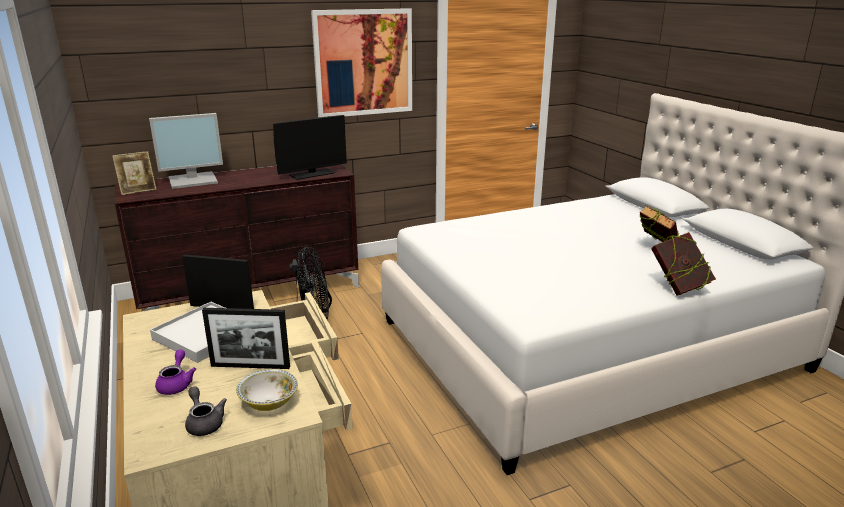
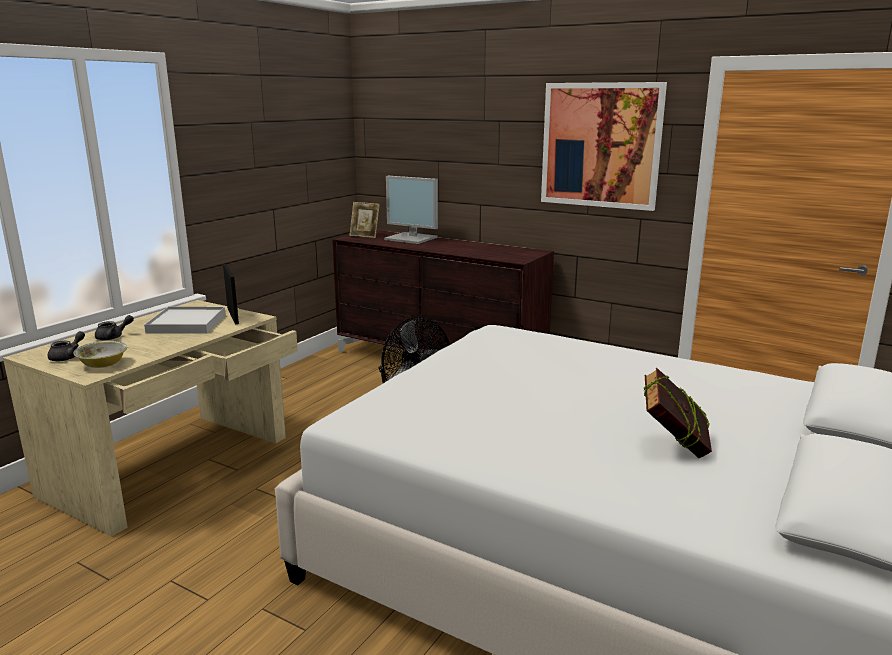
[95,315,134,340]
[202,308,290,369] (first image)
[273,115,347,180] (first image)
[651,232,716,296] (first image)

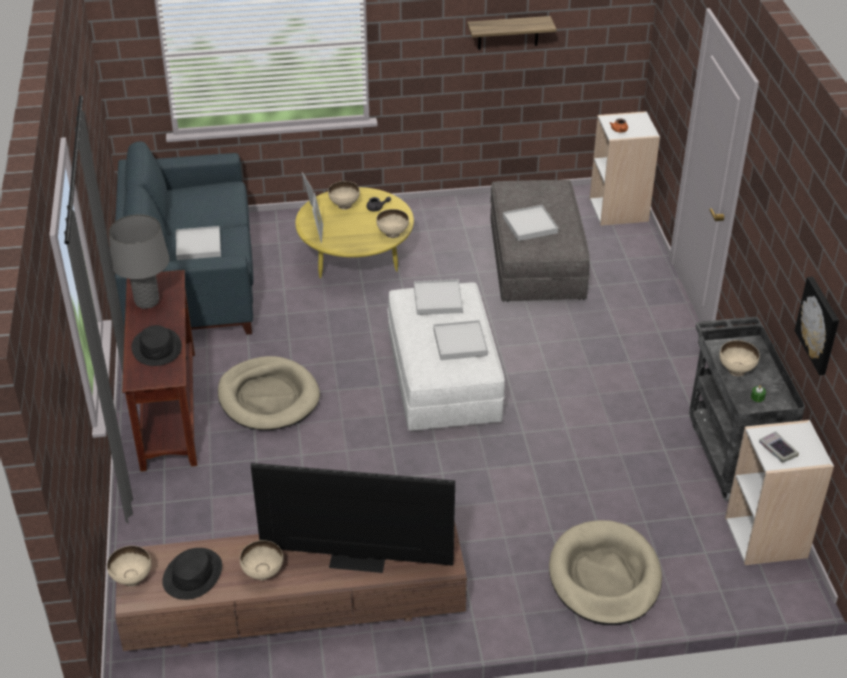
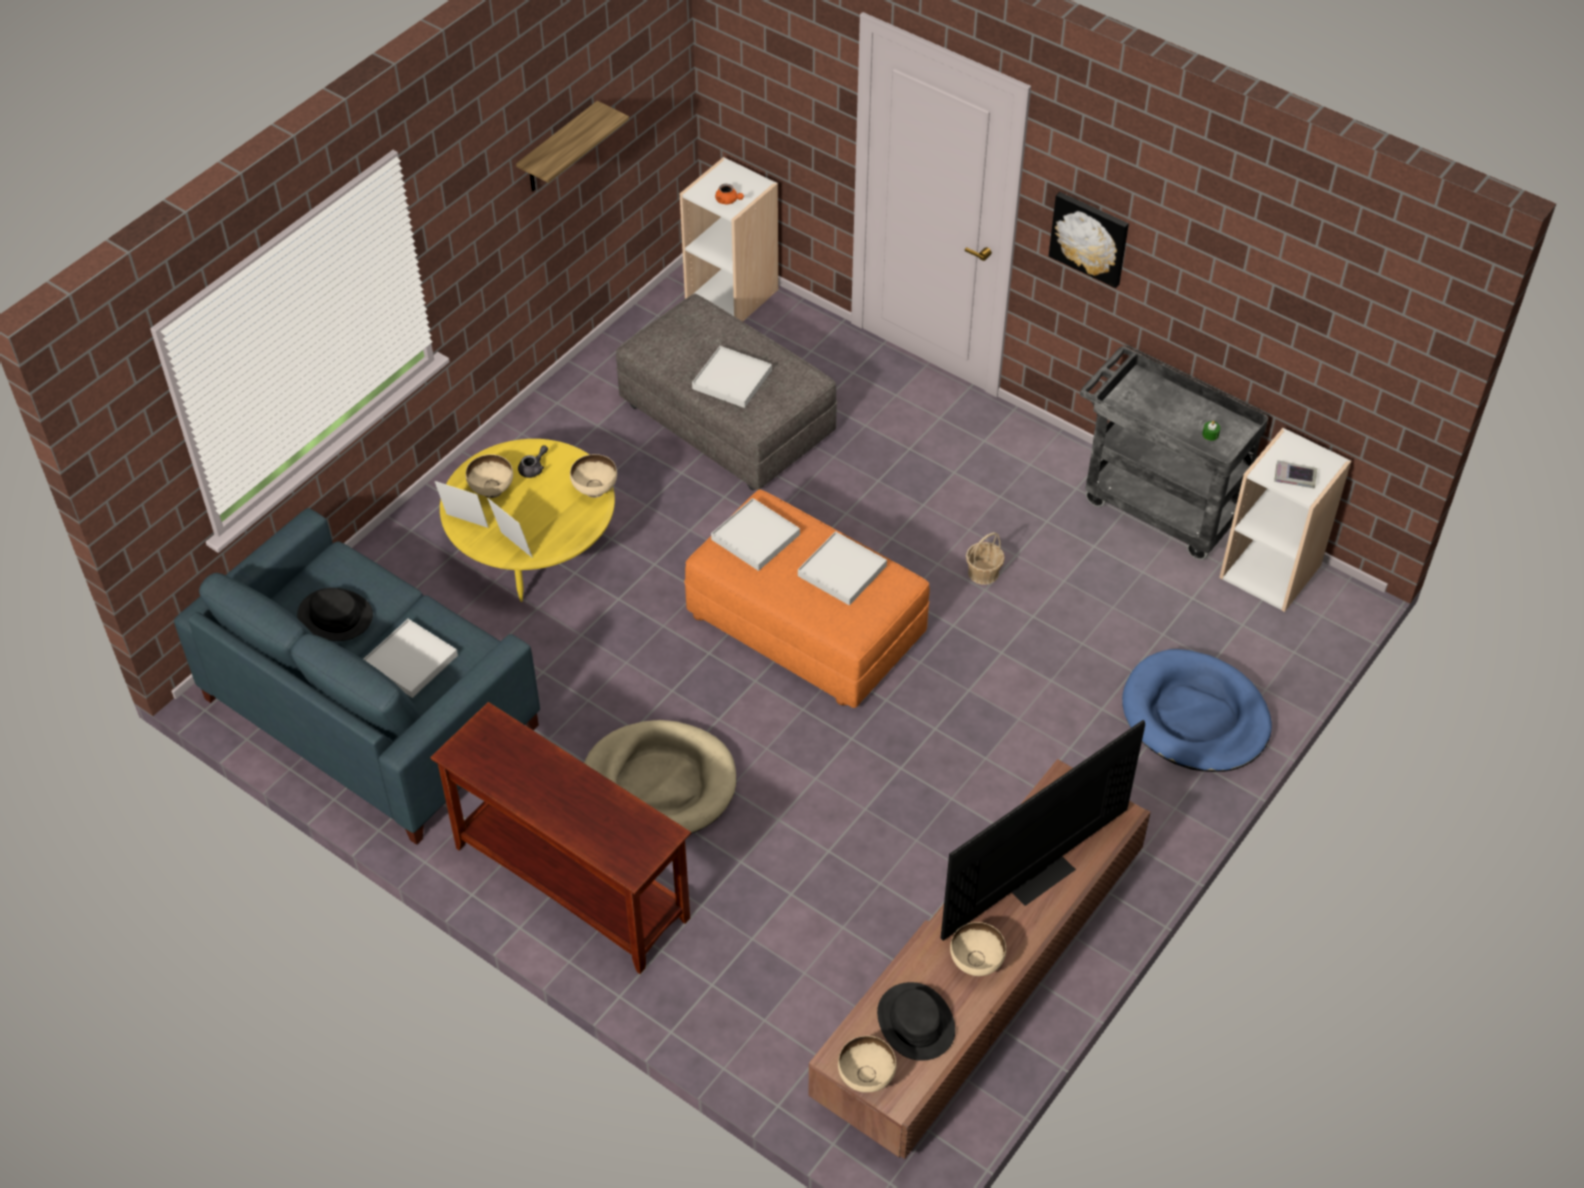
[109,214,170,309] (first image)
[297,588,373,641]
[684,490,930,708]
[1122,649,1272,772]
[720,340,760,376] (first image)
[1049,192,1129,288]
[966,532,1005,585]

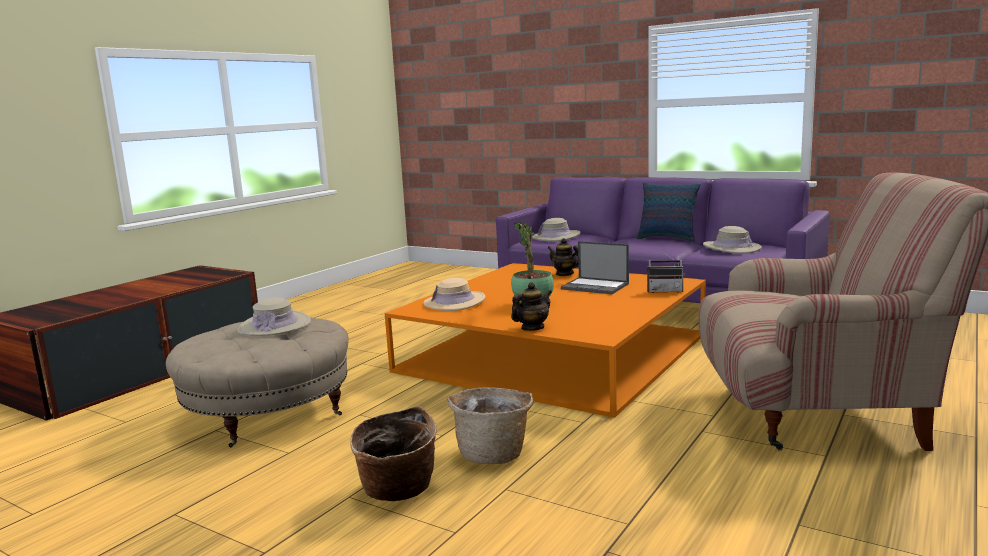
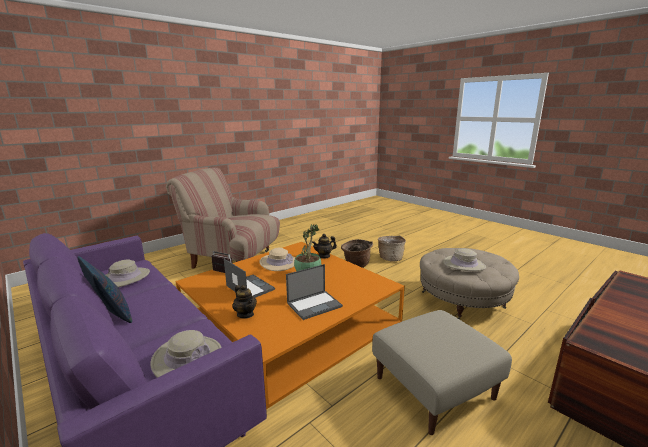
[260,248,295,271]
[286,264,343,320]
[372,310,512,435]

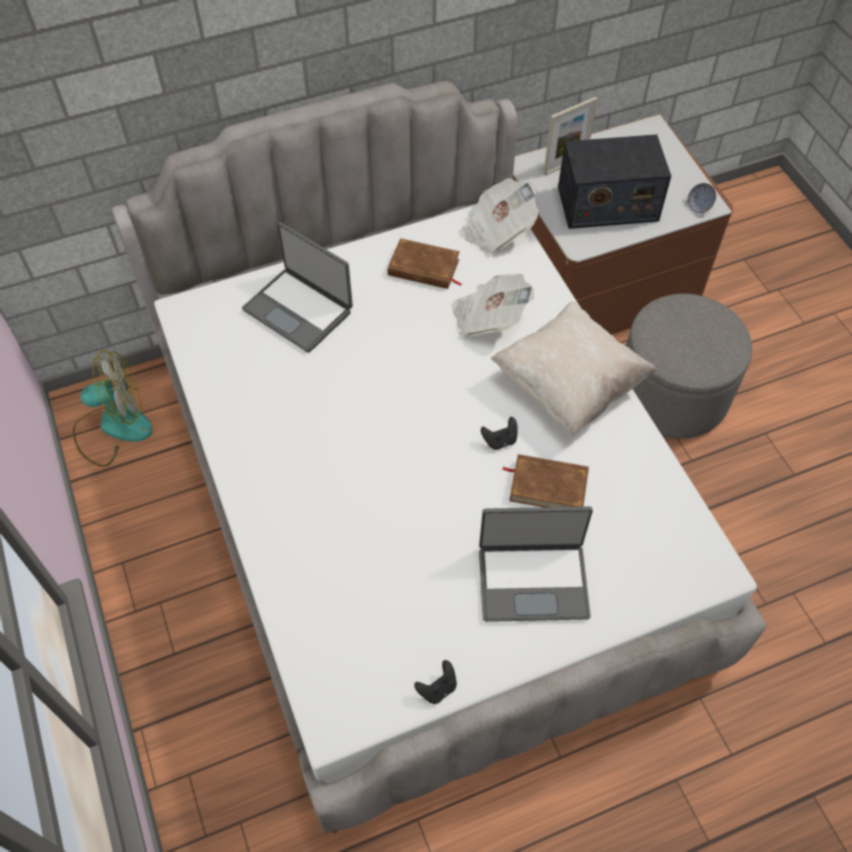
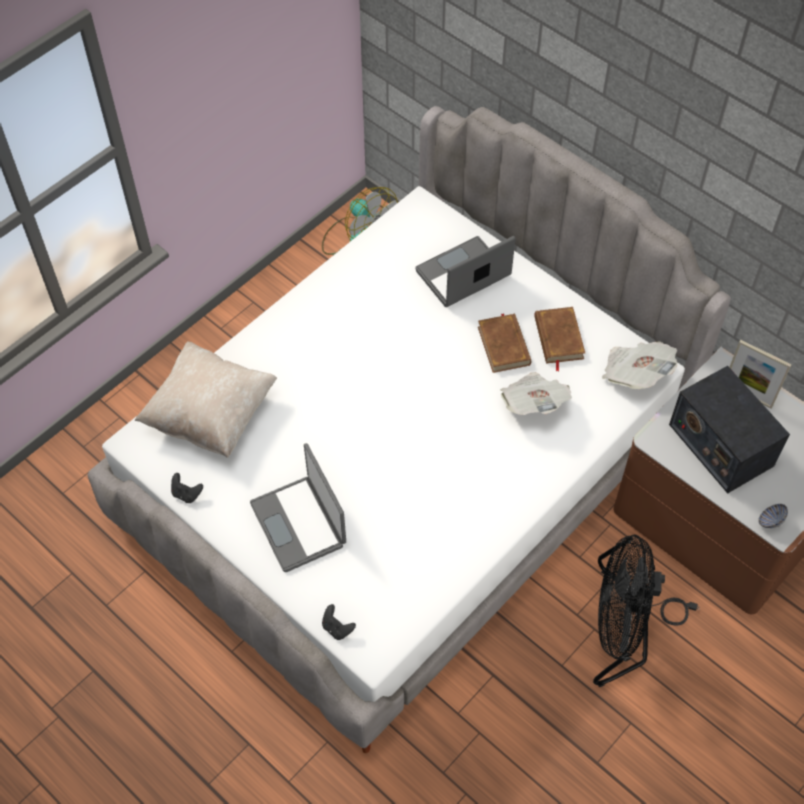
[415,236,516,307]
[322,604,356,640]
[135,341,277,458]
[478,313,531,373]
[593,535,700,687]

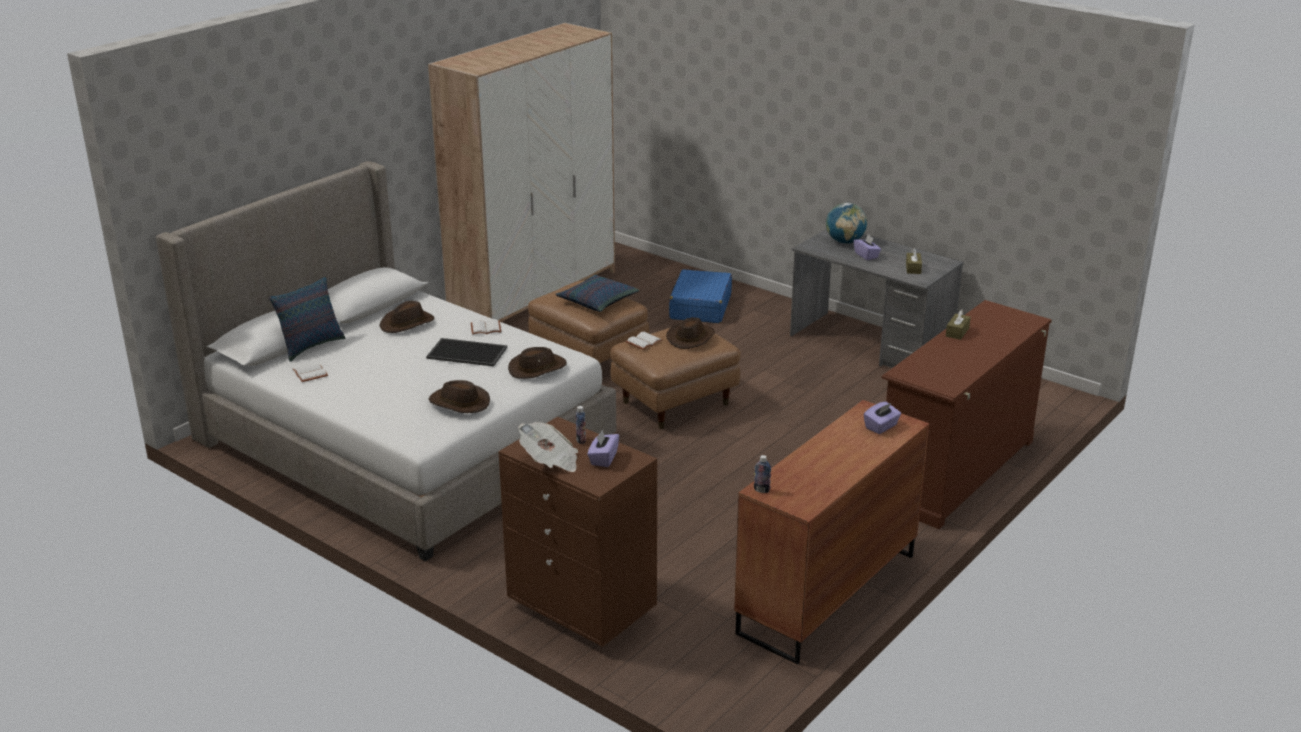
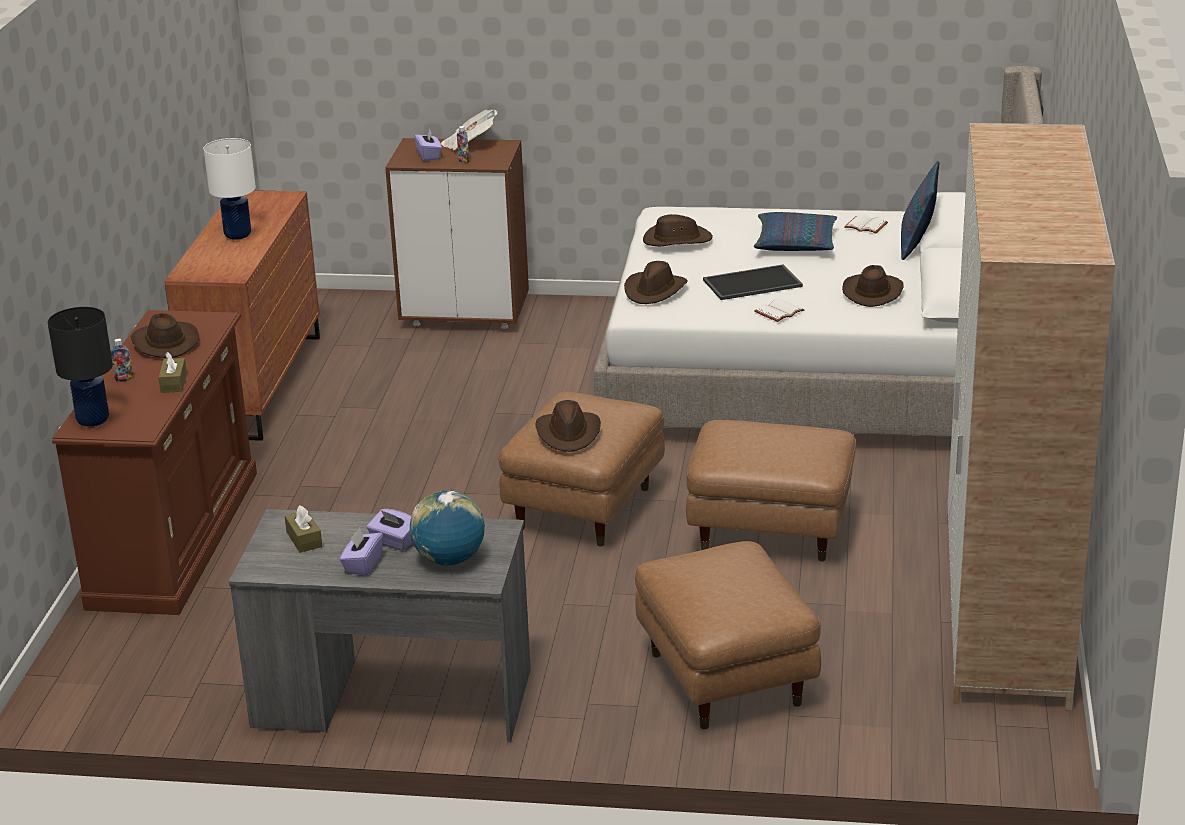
[754,212,837,251]
[625,332,663,350] (first image)
[635,541,821,729]
[111,339,133,382]
[340,528,383,576]
[48,307,113,427]
[131,313,199,358]
[203,138,256,240]

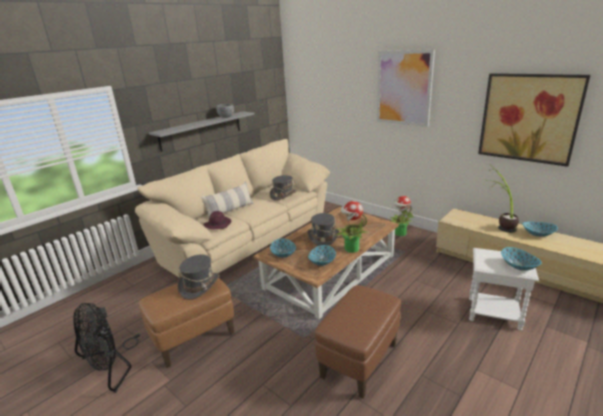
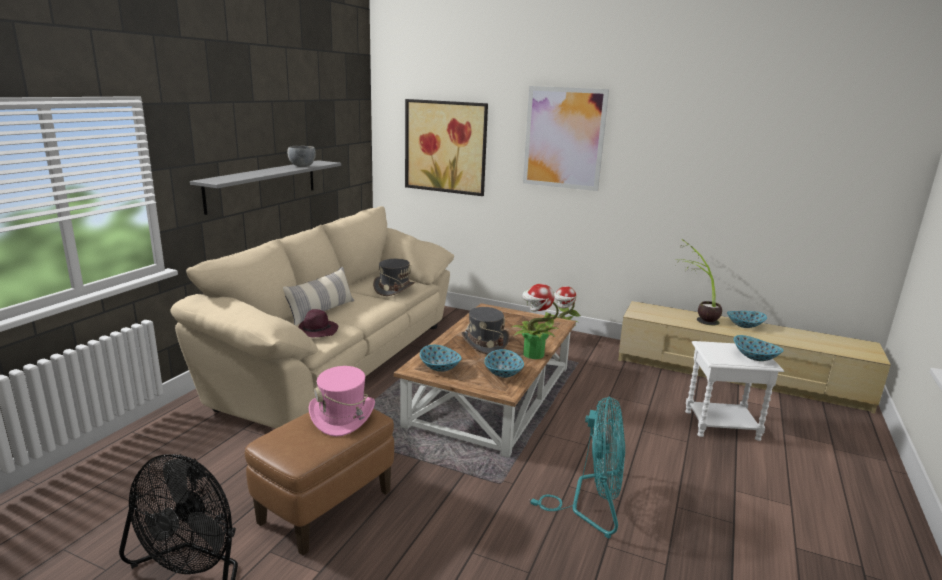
[309,366,375,437]
[529,396,625,539]
[405,99,488,196]

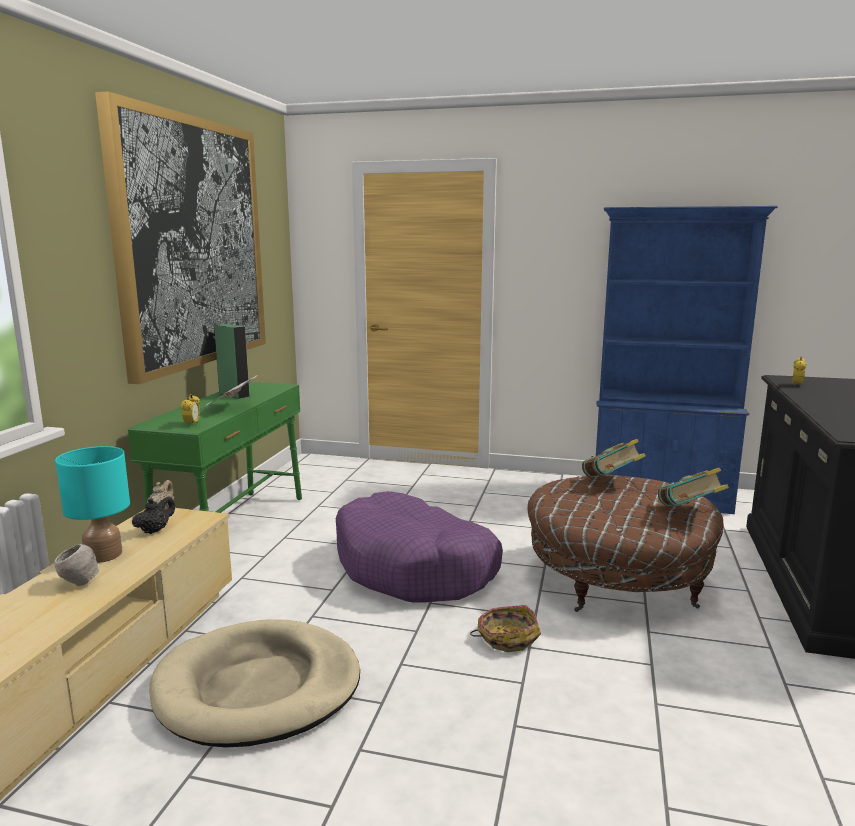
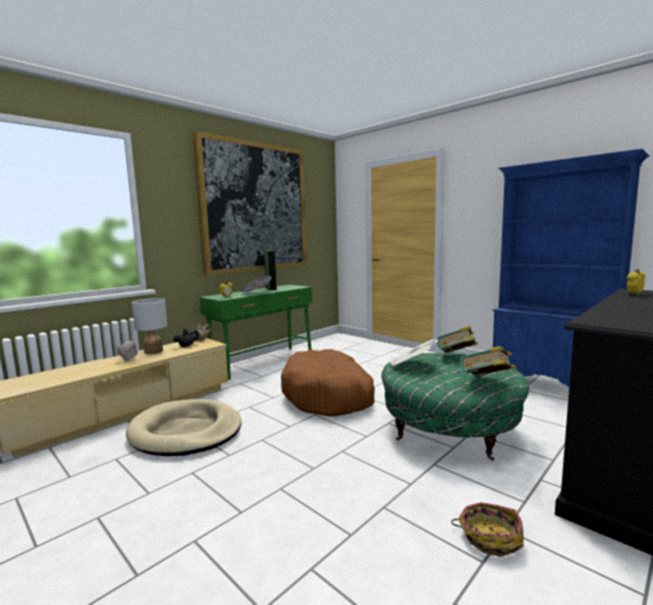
[132,298,167,354]
[281,349,375,417]
[451,502,524,557]
[381,353,529,461]
[390,339,438,366]

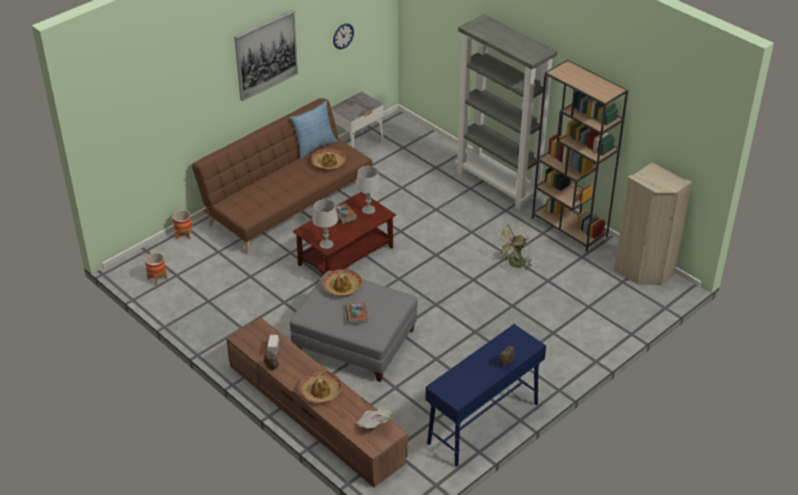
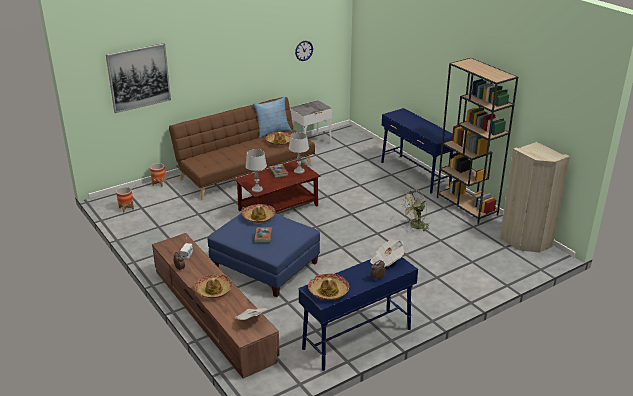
[106,43,171,113]
[207,213,320,297]
[381,108,454,194]
[308,273,349,300]
[370,239,404,267]

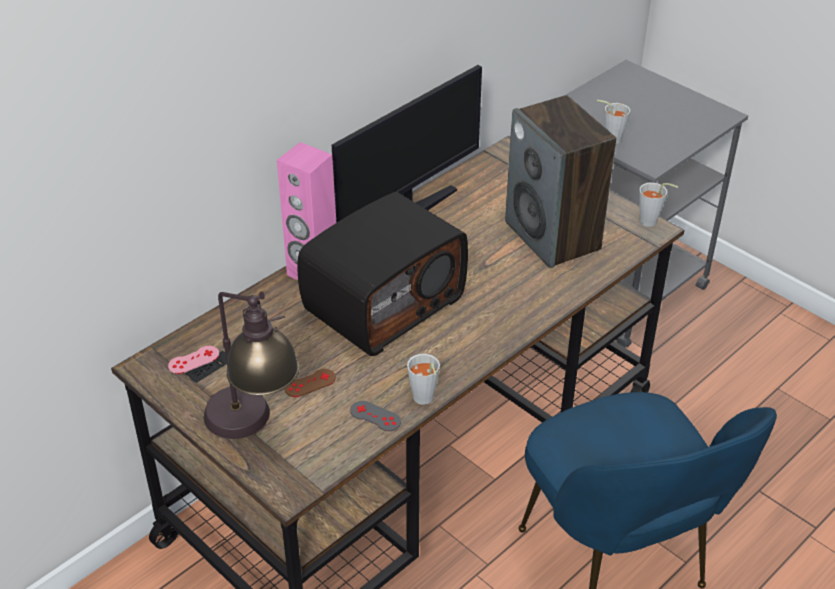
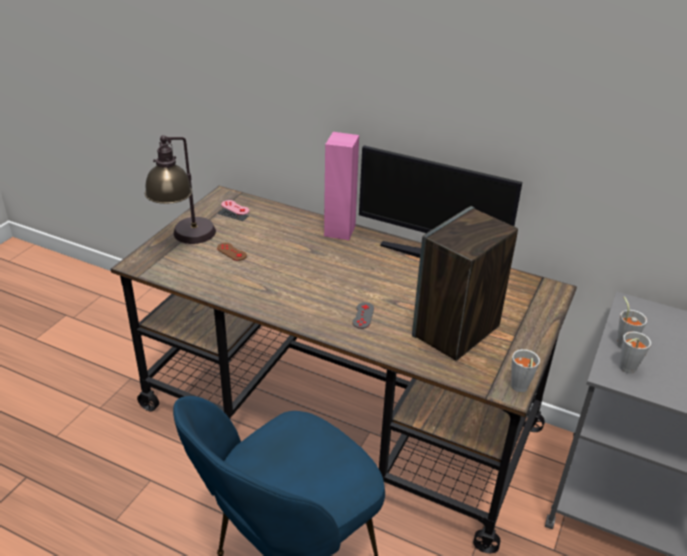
[298,192,468,356] (first image)
[352,302,374,329]
[619,331,651,374]

